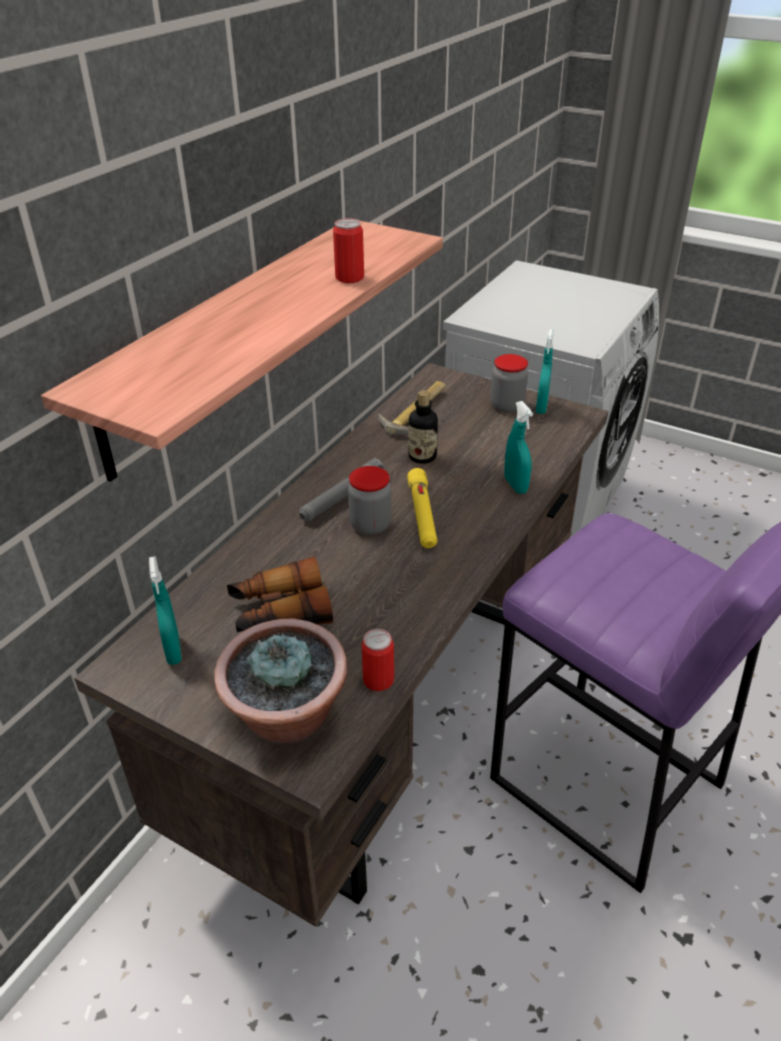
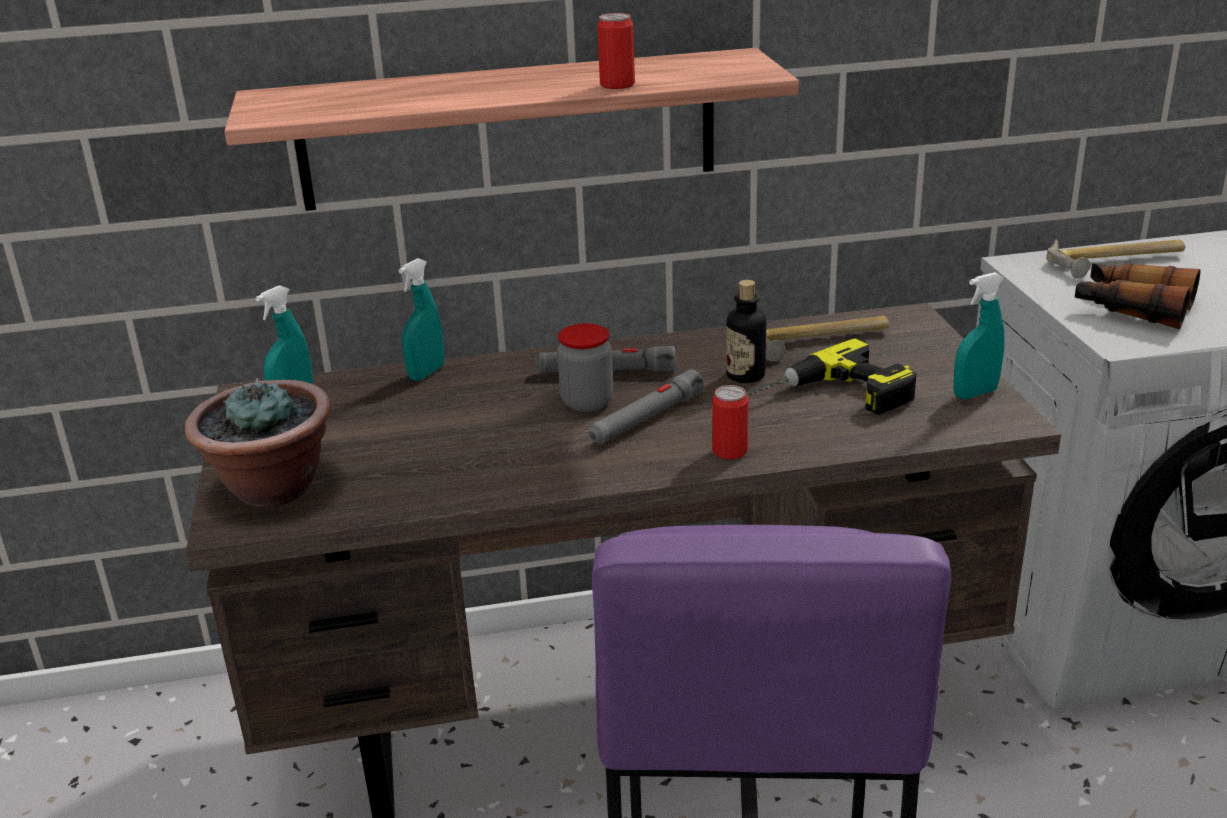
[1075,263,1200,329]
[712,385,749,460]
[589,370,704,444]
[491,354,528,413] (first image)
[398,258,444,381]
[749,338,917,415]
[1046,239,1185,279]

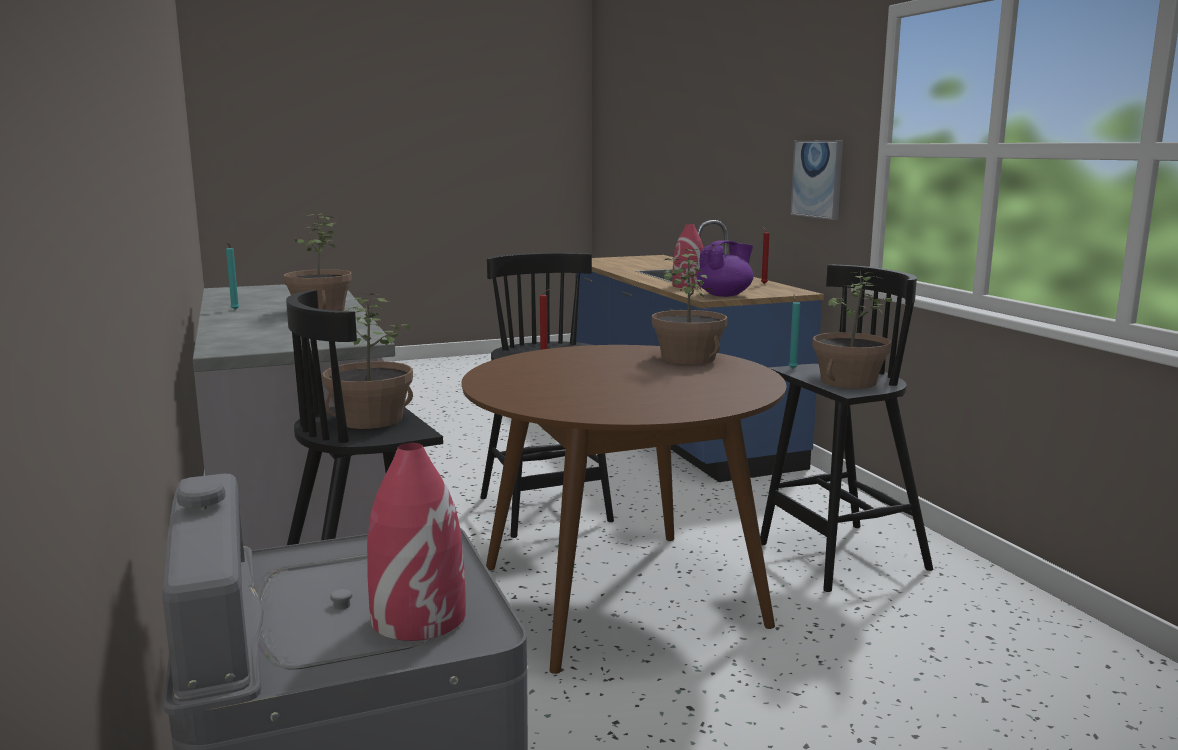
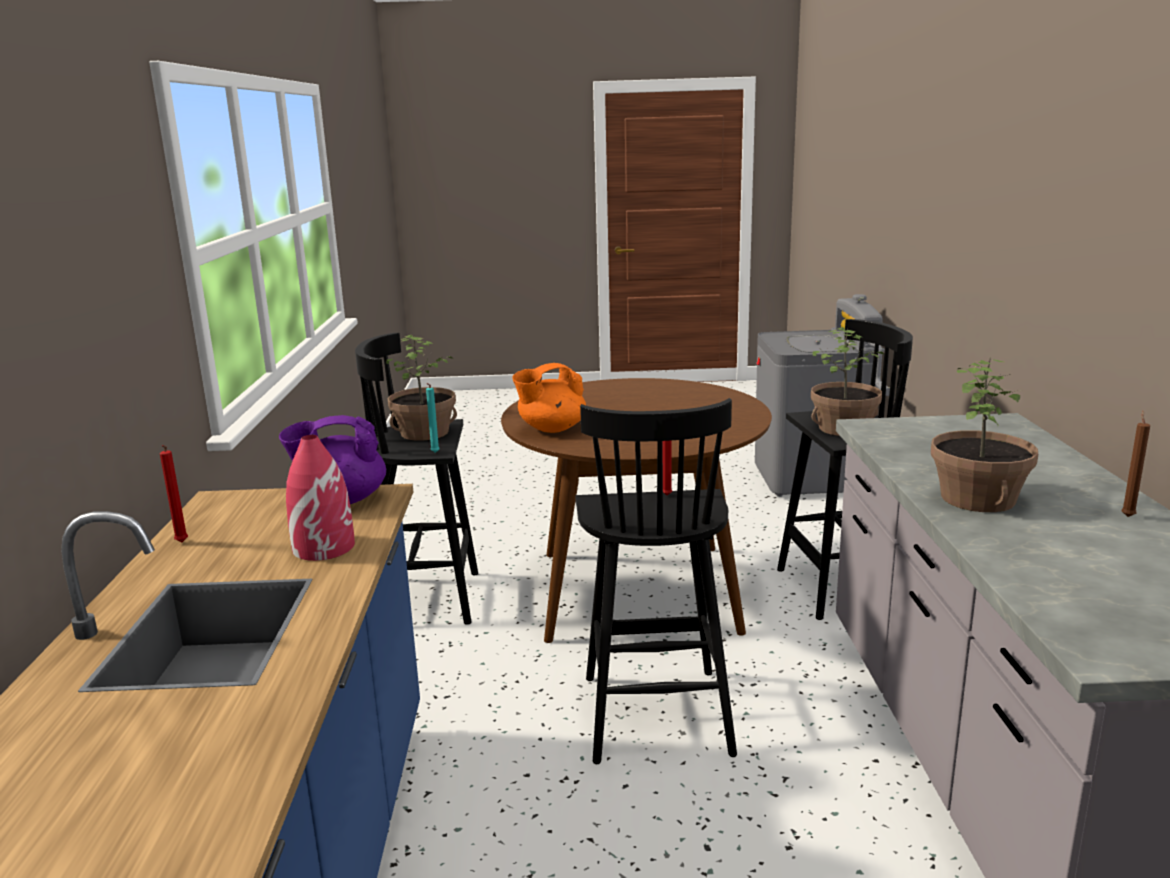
[1121,411,1150,517]
[367,443,466,641] (first image)
[512,363,586,433]
[791,140,843,220] (first image)

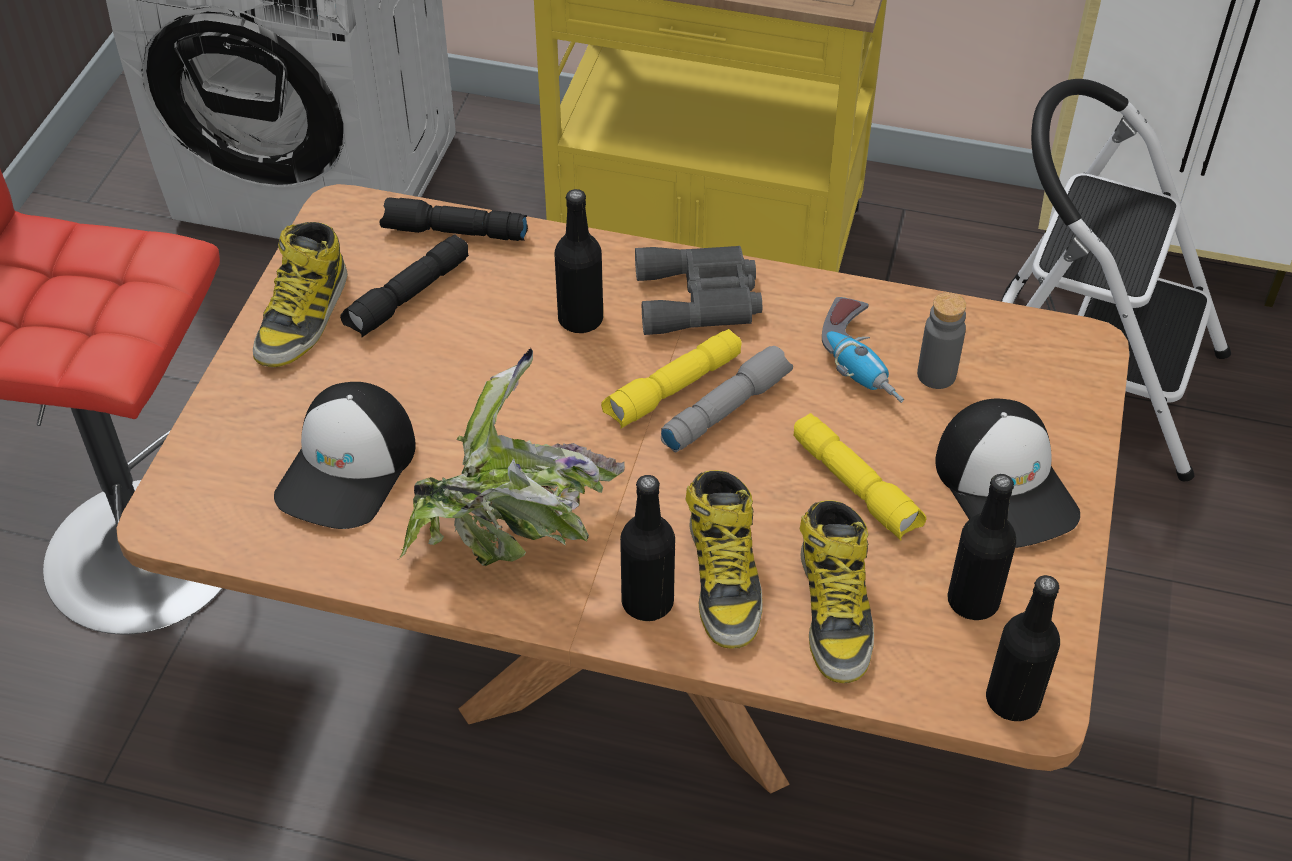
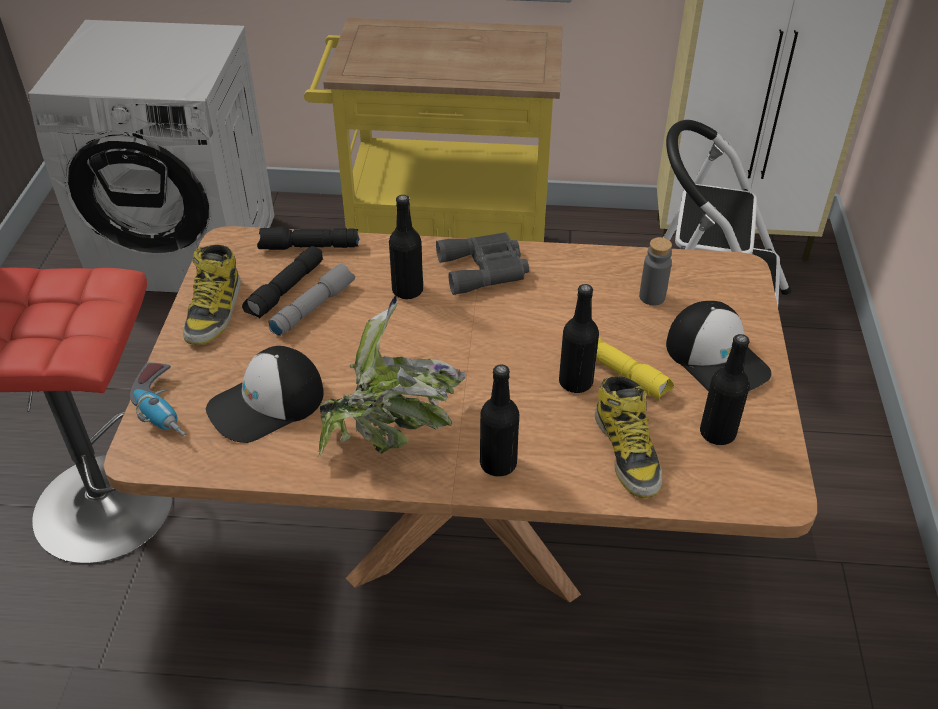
[206,346,324,443]
[601,329,742,428] (first image)
[268,264,355,336]
[686,470,763,649] (first image)
[130,362,186,437]
[559,284,599,393]

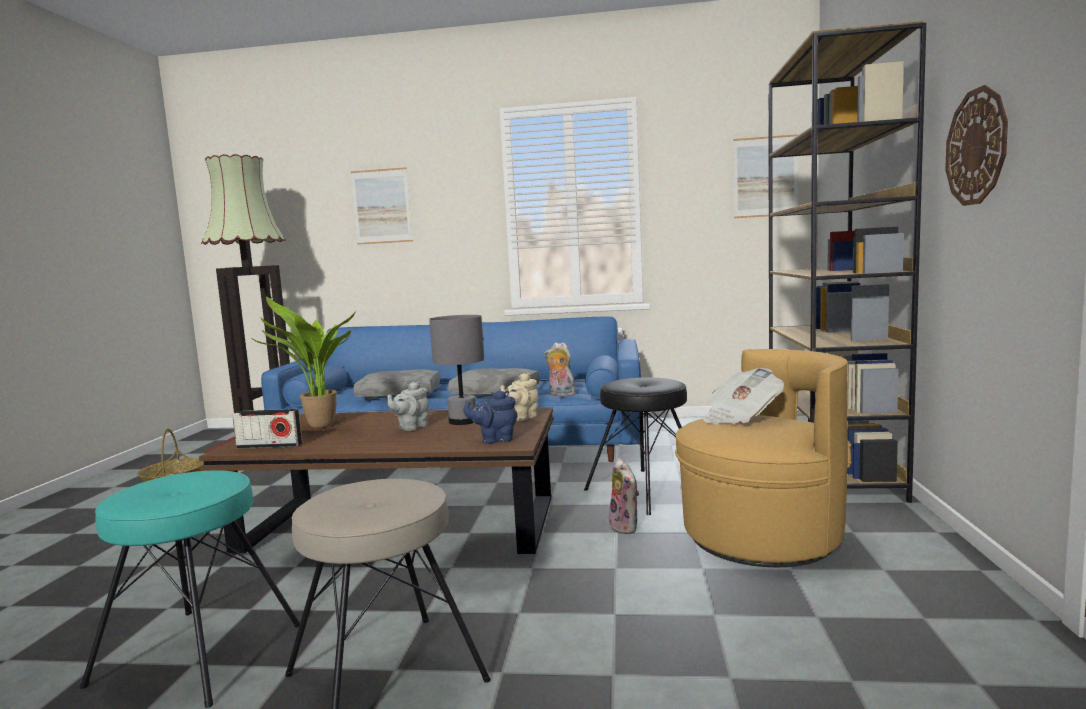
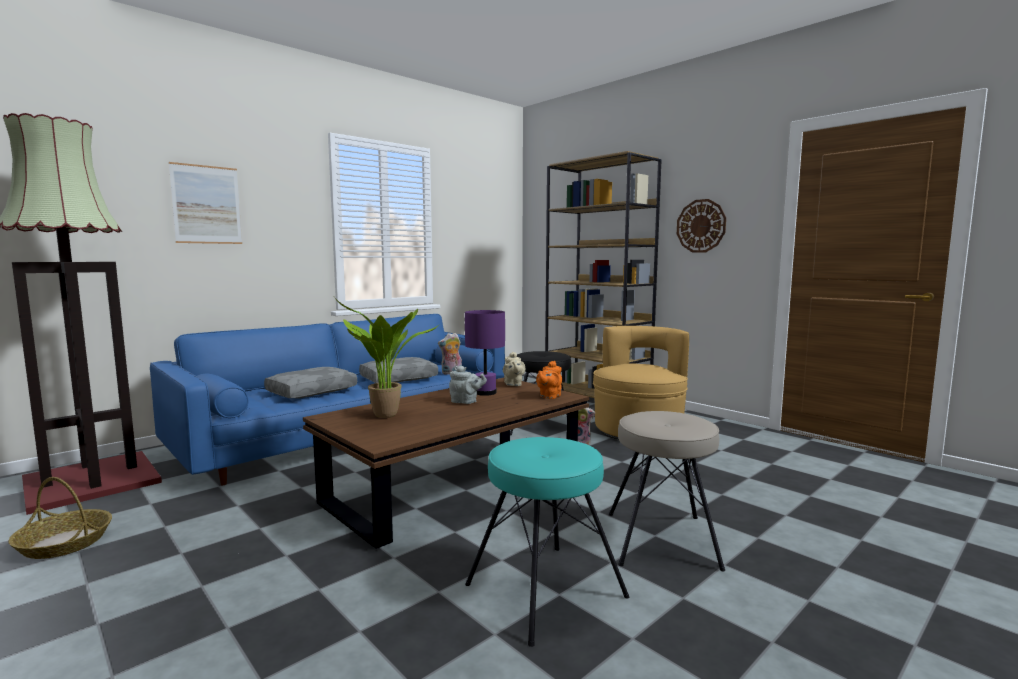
[232,409,302,449] (first image)
[449,366,487,404]
[465,310,505,396]
[536,361,562,399]
[703,368,784,424] (first image)
[733,134,798,218] (first image)

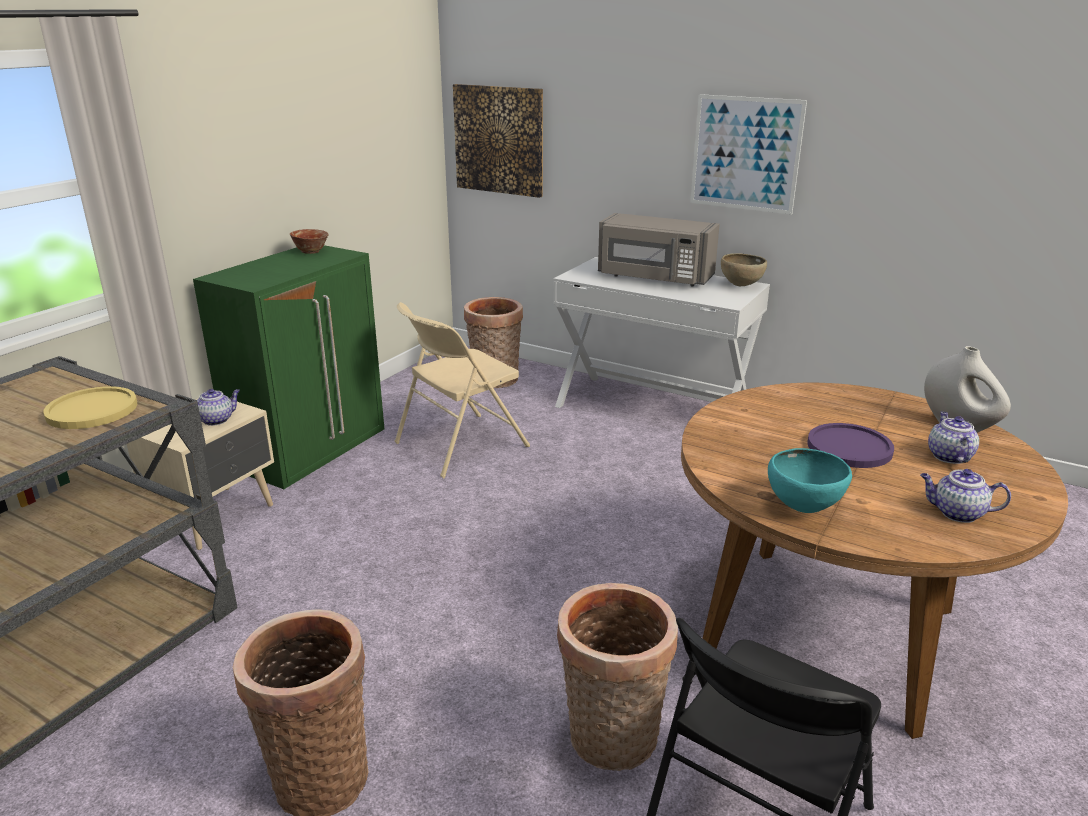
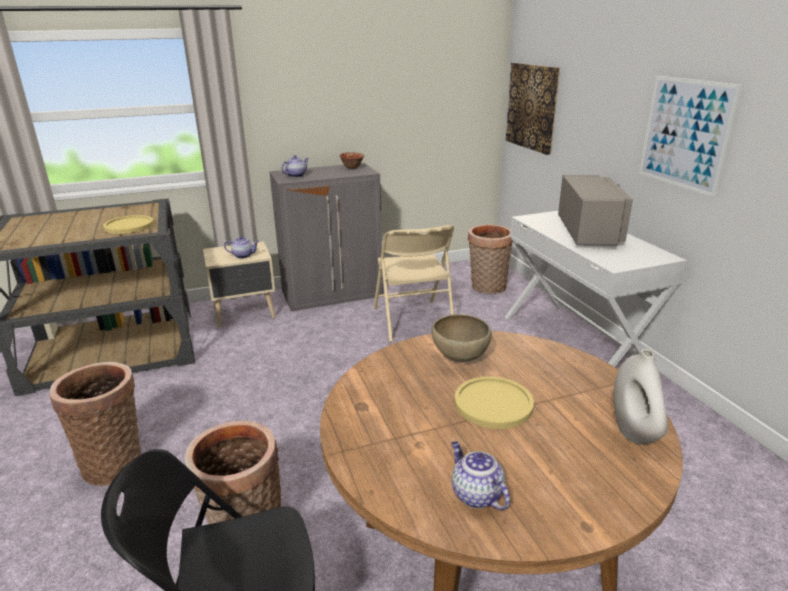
[269,163,383,311]
[373,225,454,343]
[558,175,633,246]
[431,314,492,362]
[768,448,852,513] (first image)
[455,376,534,429]
[281,155,309,177]

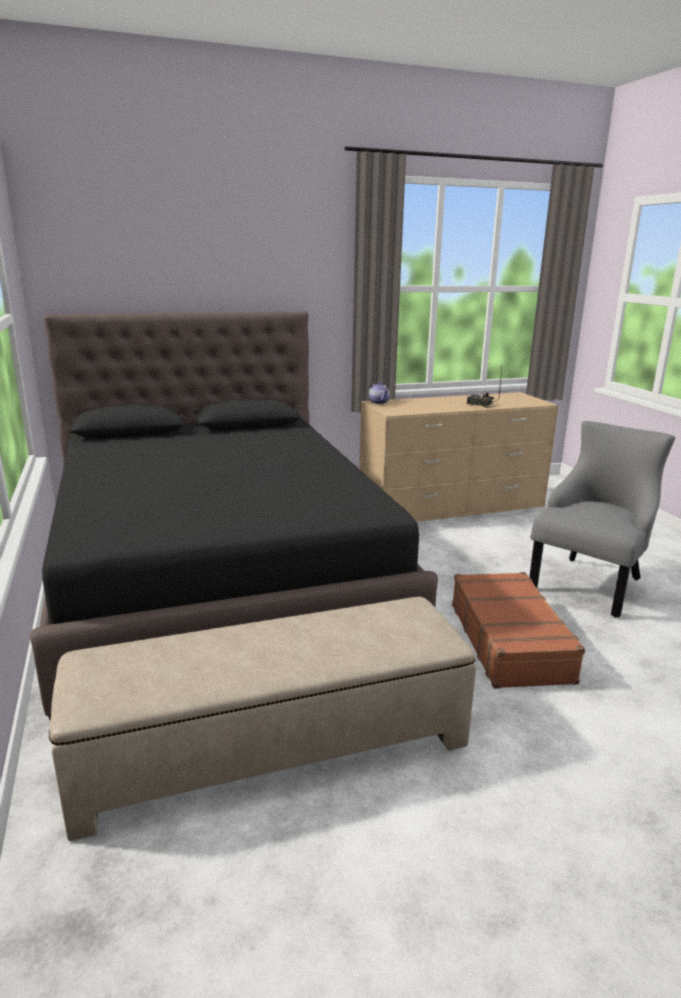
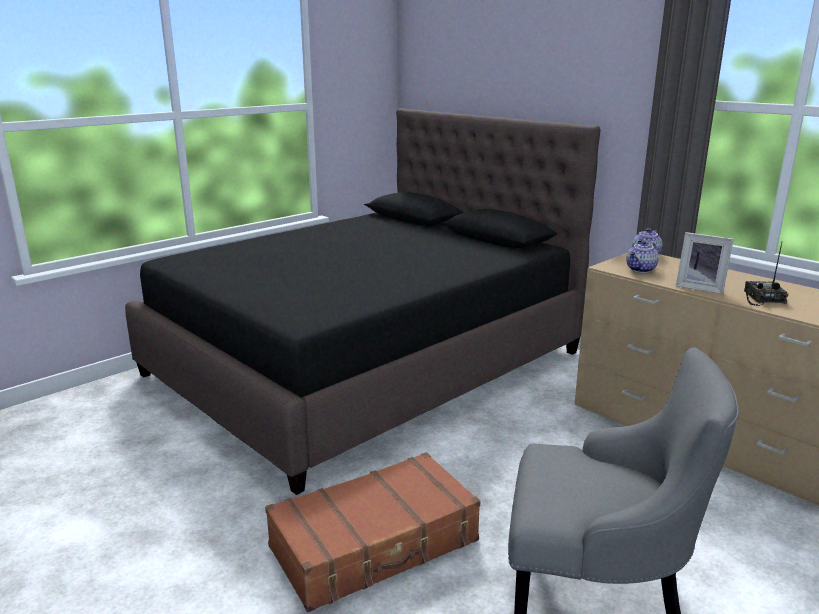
[49,597,476,841] (first image)
[626,241,659,273]
[676,232,734,294]

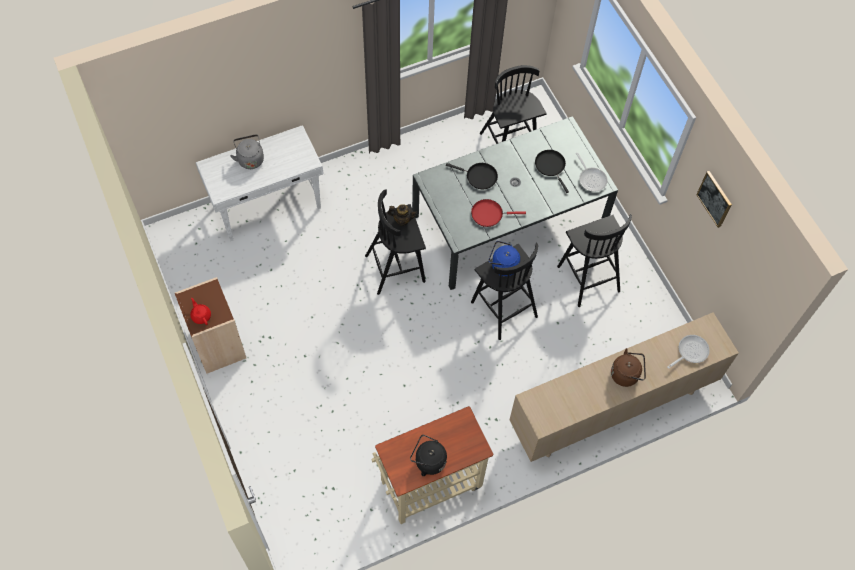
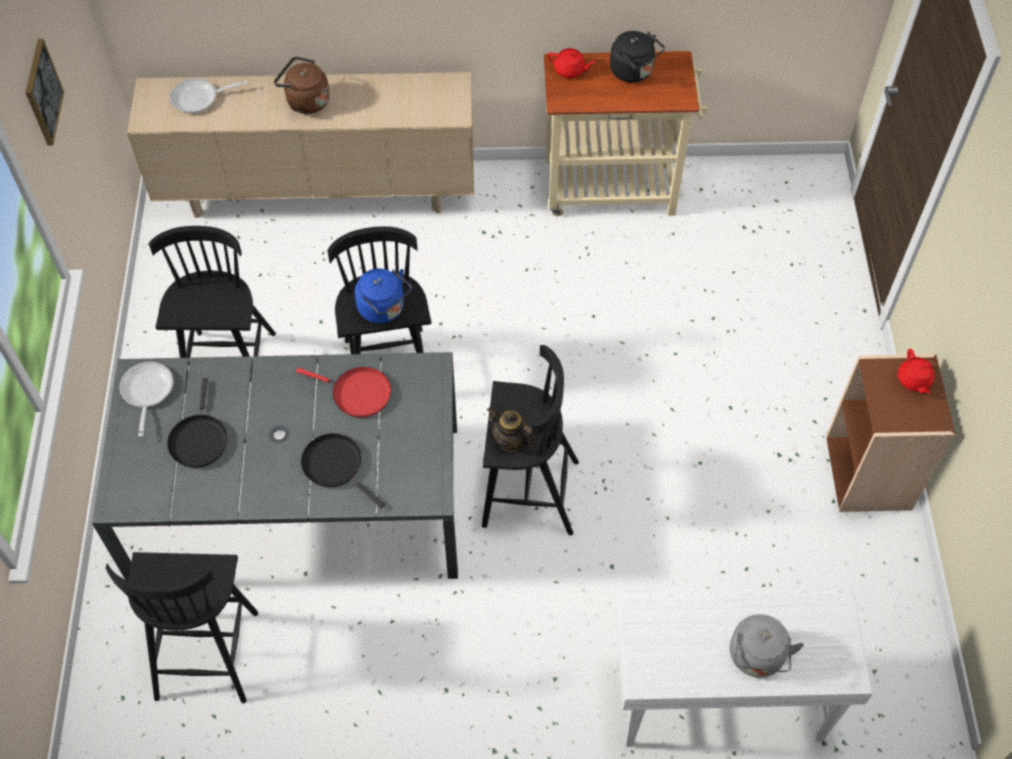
[547,48,596,78]

